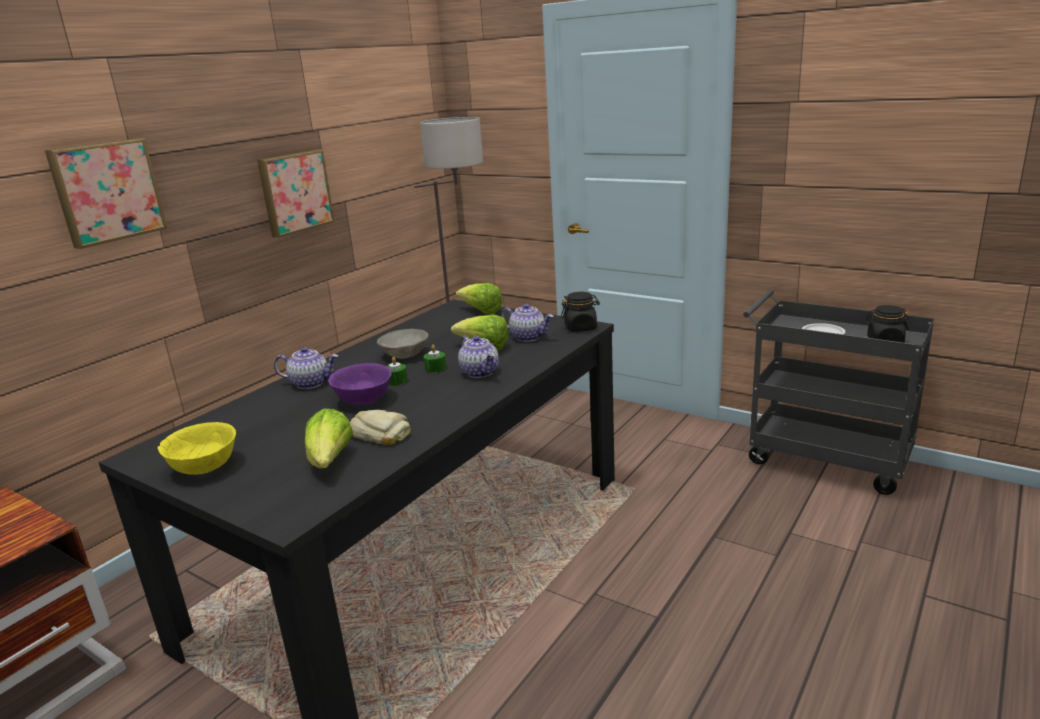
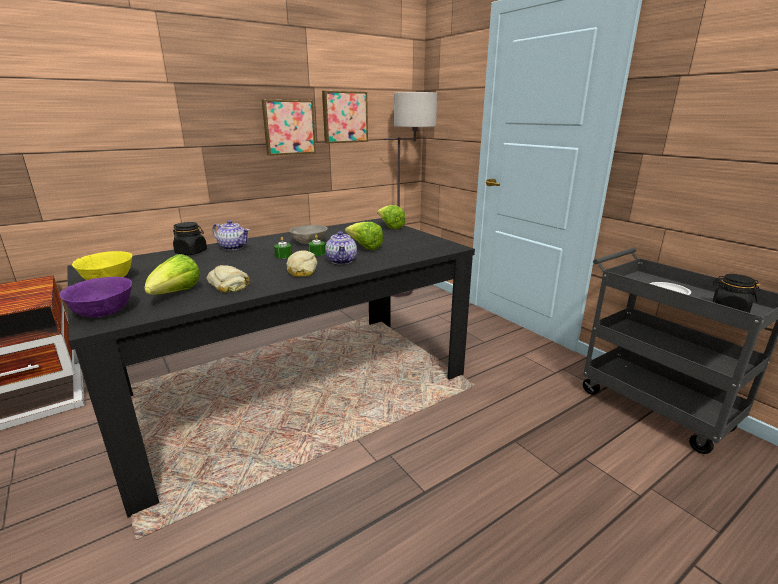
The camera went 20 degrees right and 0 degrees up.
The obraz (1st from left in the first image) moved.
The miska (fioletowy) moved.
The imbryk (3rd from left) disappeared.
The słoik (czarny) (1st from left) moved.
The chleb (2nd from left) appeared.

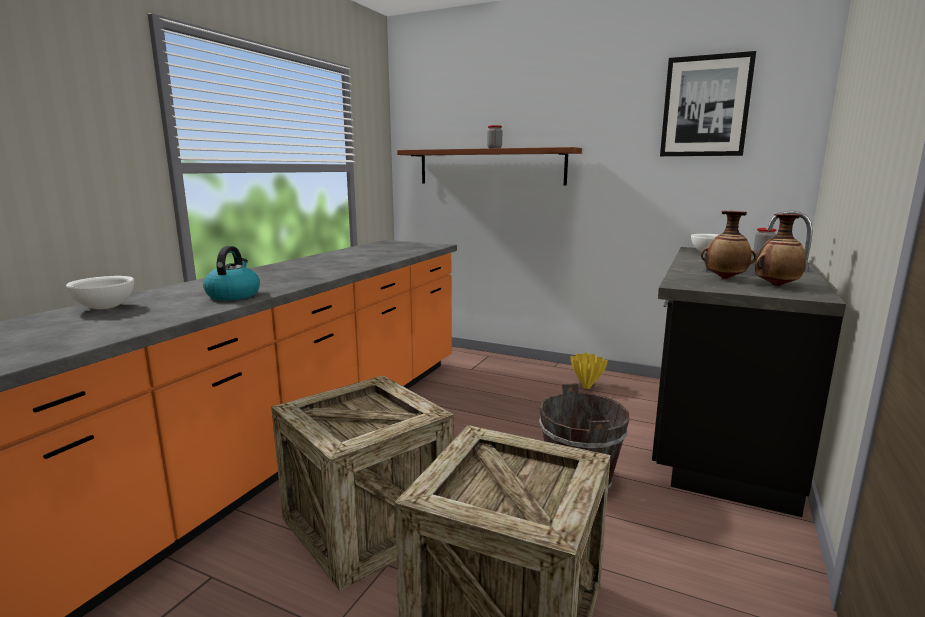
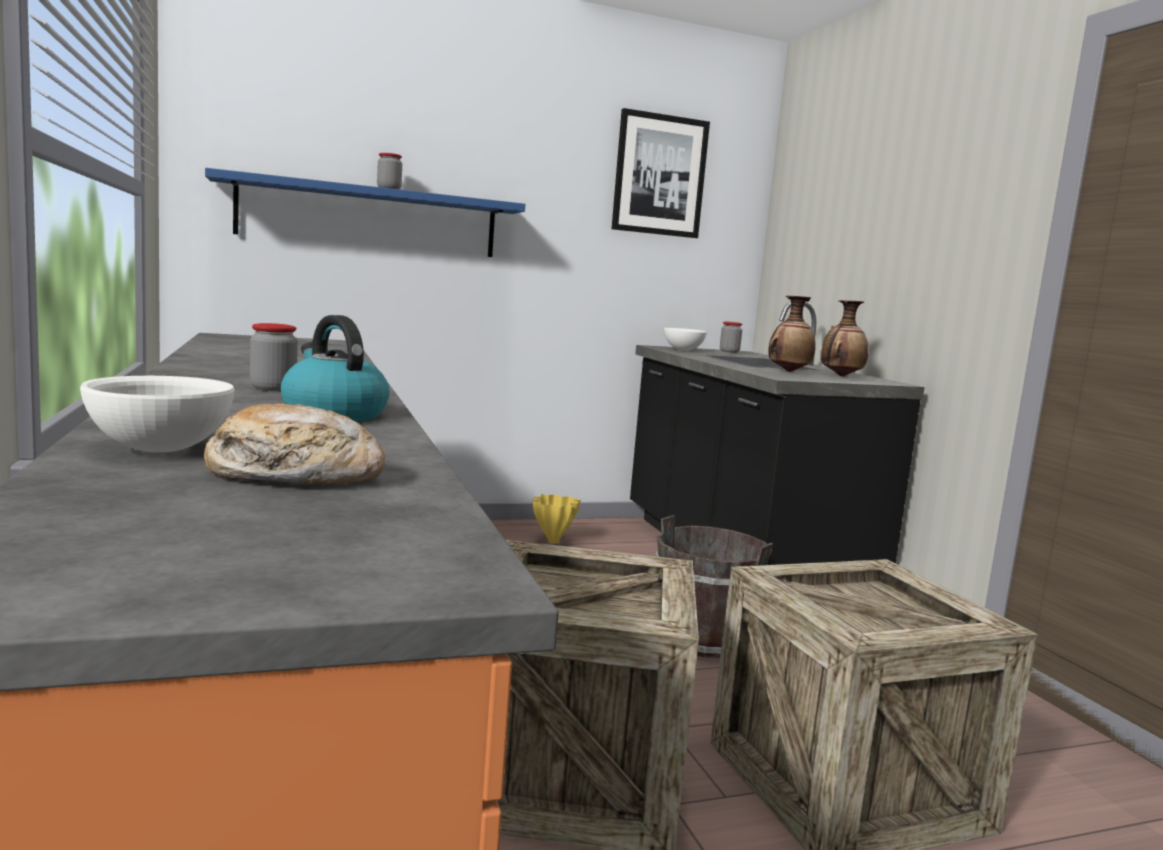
The camera went 45 degrees left and 5 degrees down.
The półka (brązowy) became the półka (niebieski).
The chleb appeared.
The słoik (1st from left) appeared.

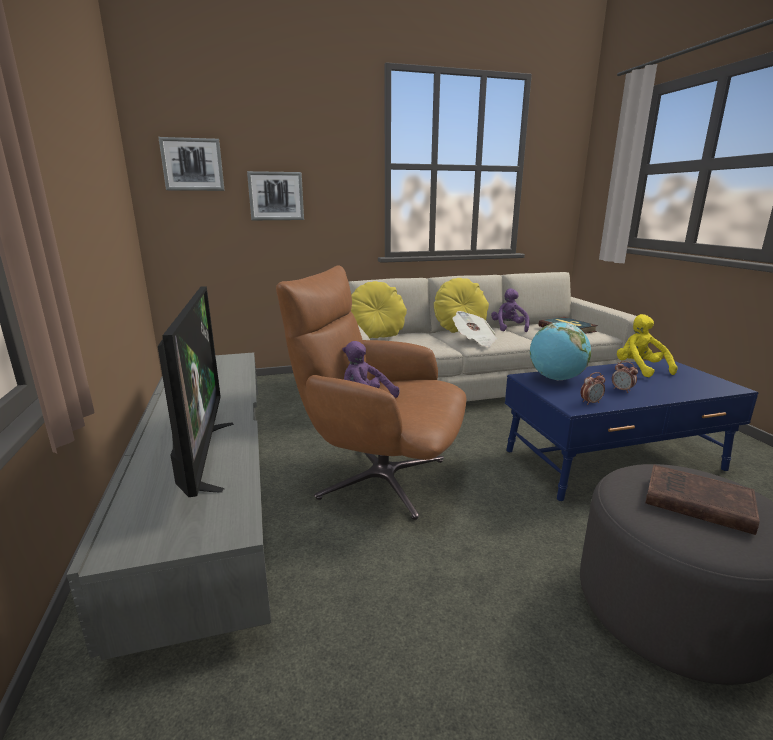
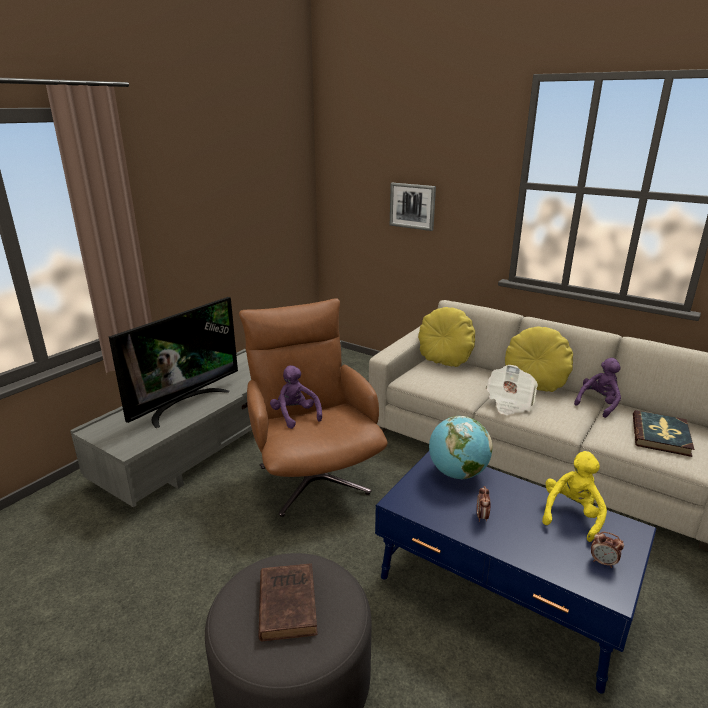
The camera went 50 degrees right and 5 degrees up.
The obraz (1st from left) disappeared.
The budzik (1st from left in the first image) moved.

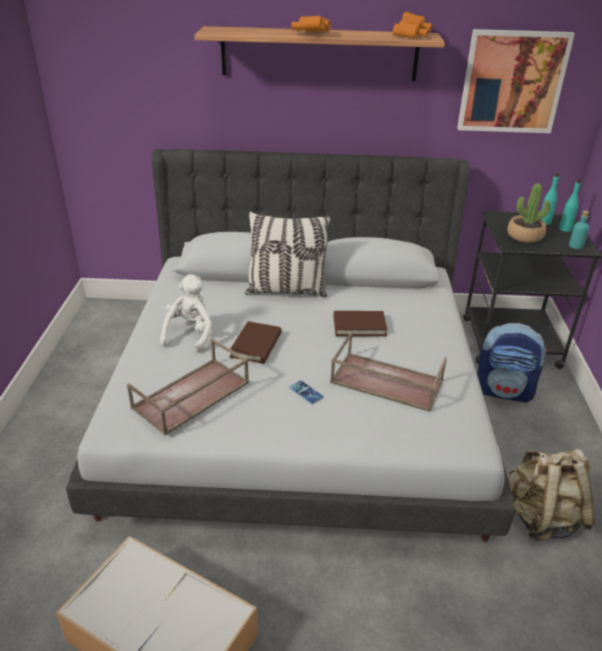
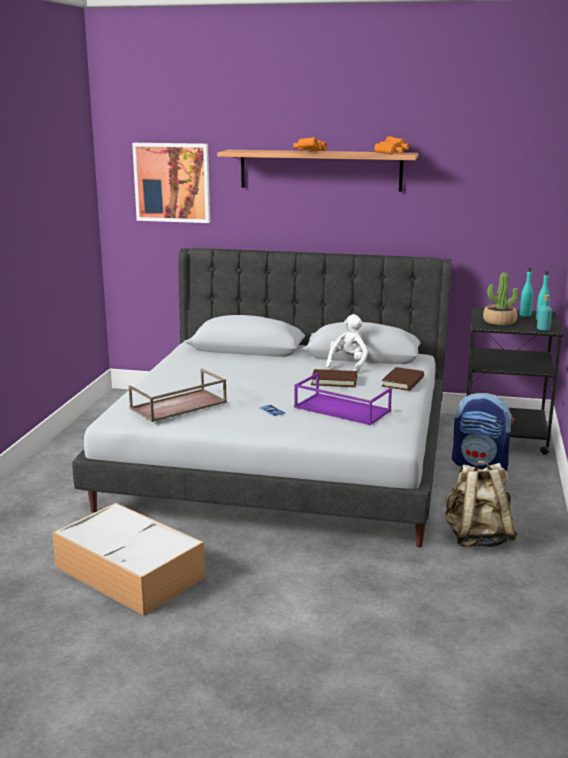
The camera went 10 degrees right and 15 degrees down.
The pluszak (biały) moved.
The książka (brązowy) (1st from left in the first image) moved.
The poduszka disappeared.
The taca (brązowy) (2nd from left) became the taca (fioletowy).
The obraz moved.

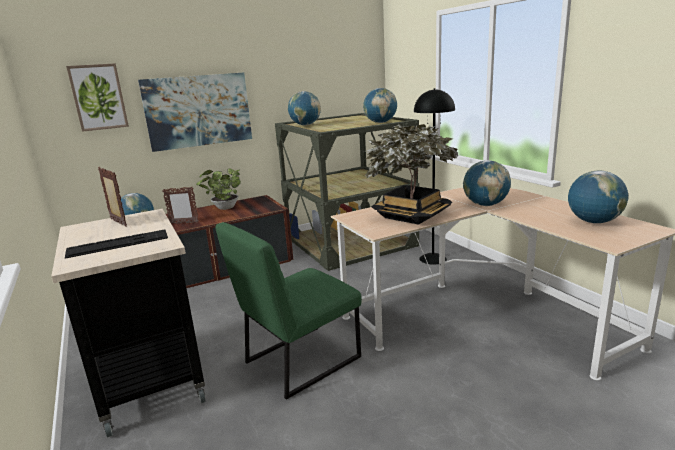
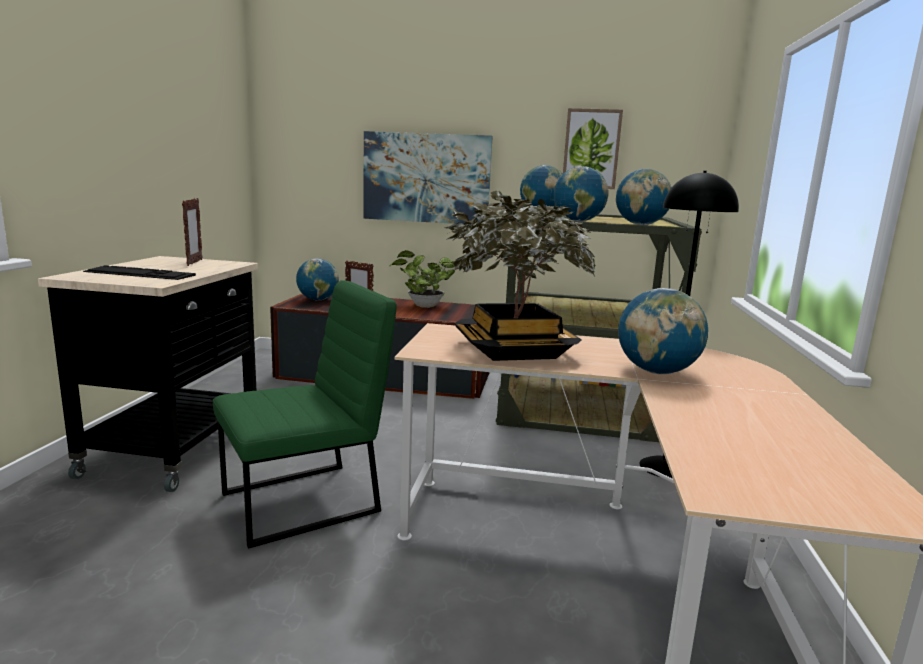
The camera went 35 degrees right and 5 degrees down.
The obraz (1st from left in the first image) moved.
The krzesło (zielony) turned 150 degrees clockwise.
The globus (5th from left in the first image) moved.

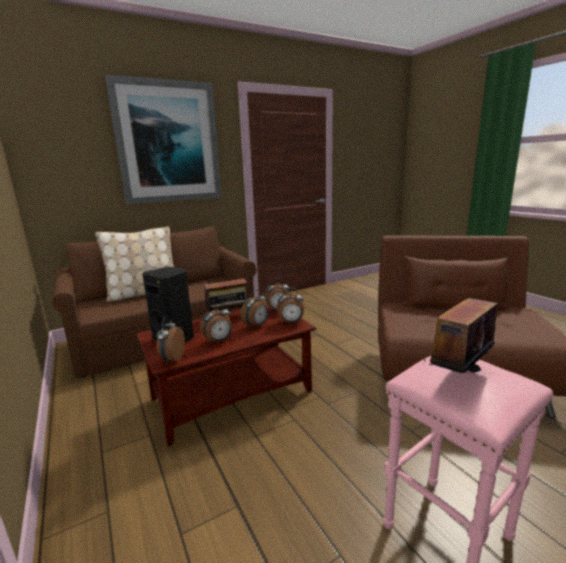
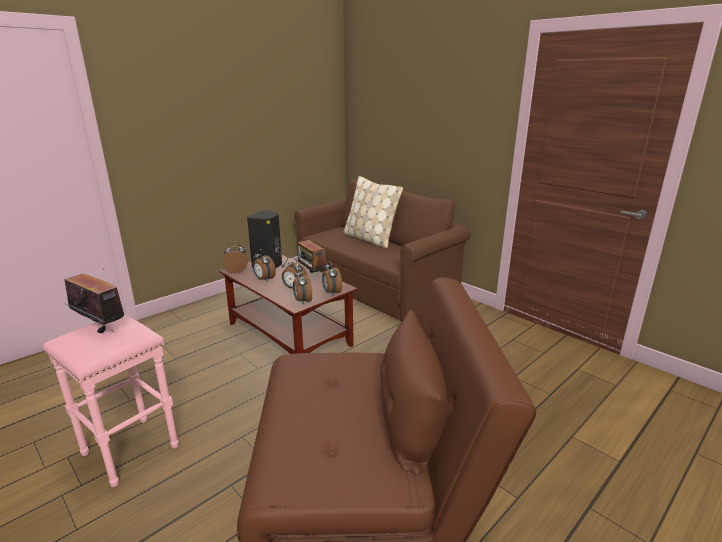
The camera went 75 degrees right and 5 degrees up.
The obraz disappeared.

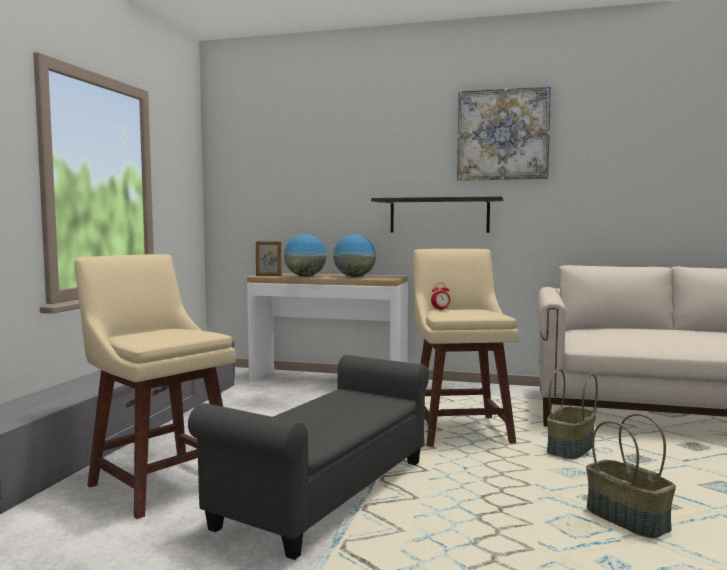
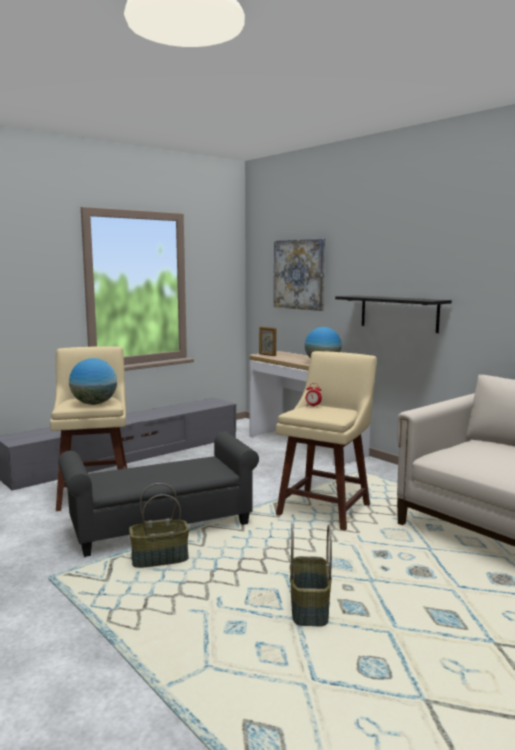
The camera went 35 degrees right and 5 degrees up.
The globus (1st from left) moved.
The obraz moved.
The koszyk (1st from left) moved.

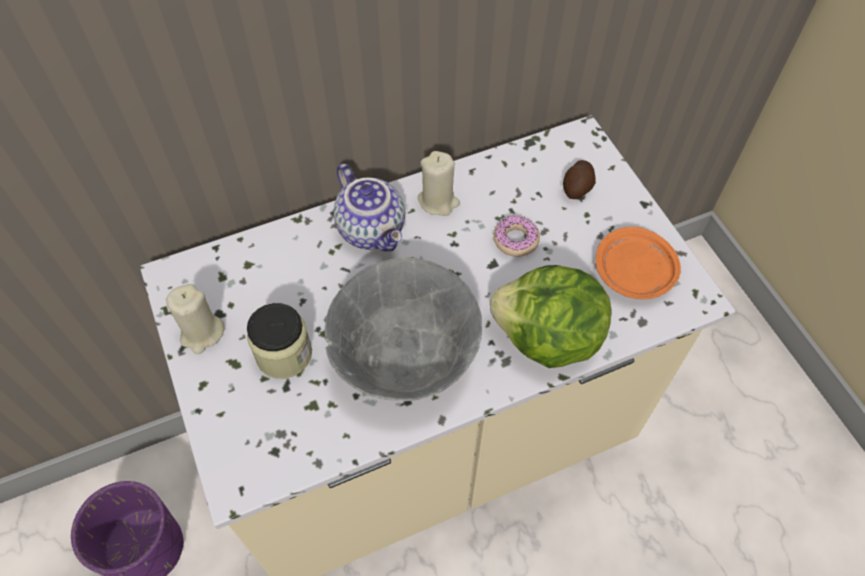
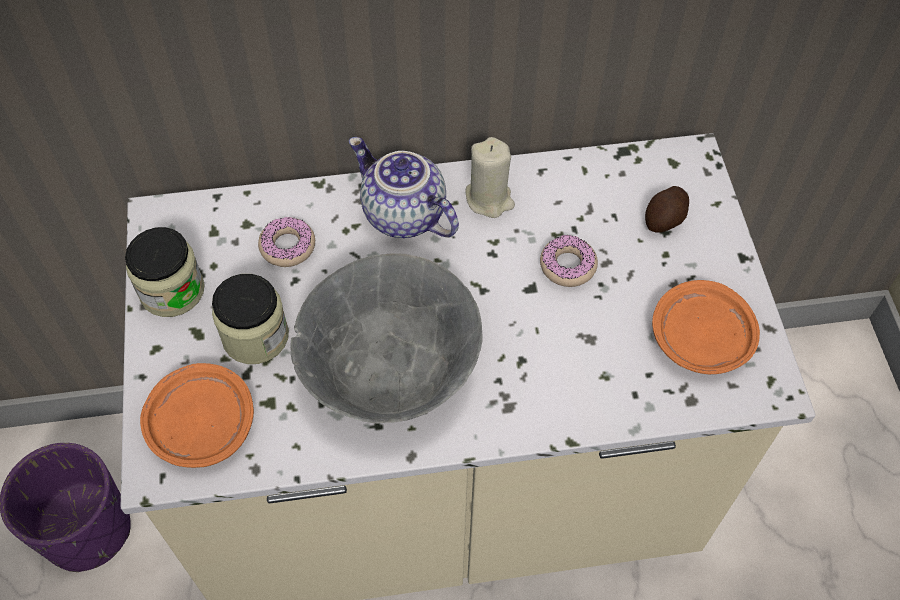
The camera went 15 degrees right and 0 degrees up.
The świeca (beżowy) (1st from left) was replaced by the słoik (1st from left).
The imbryk turned 150 degrees clockwise.
The sałata disappeared.
The talerz (pomarańczowy) (1st from left) appeared.
The donut (1st from left) appeared.

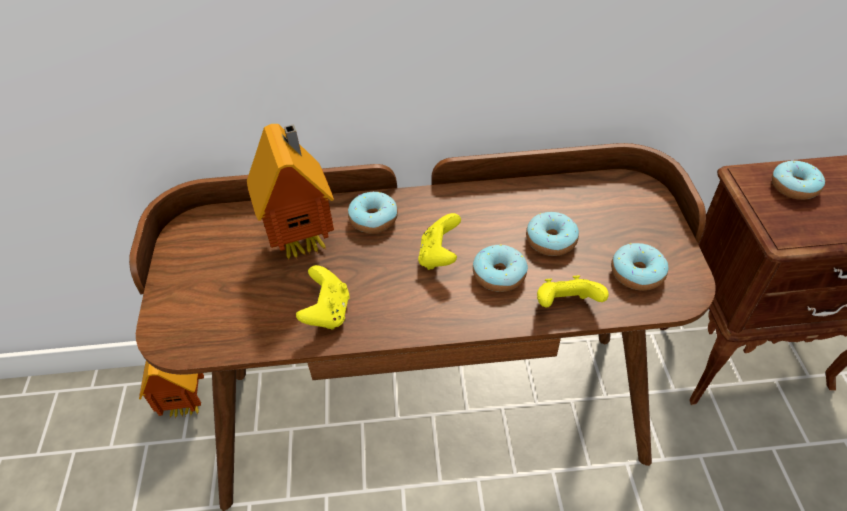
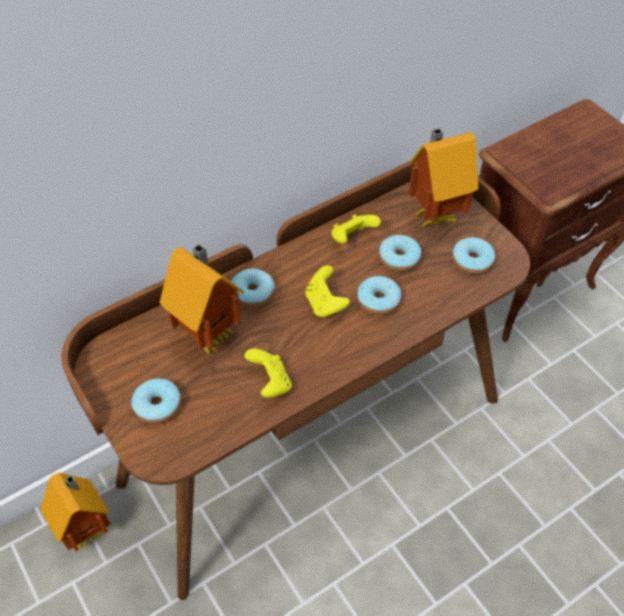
The camera went 30 degrees left and 5 degrees up.
The pad do gier (żółty) (3rd from left) moved.
The donut (5th from left in the first image) moved.
The domek (3rd from left) appeared.

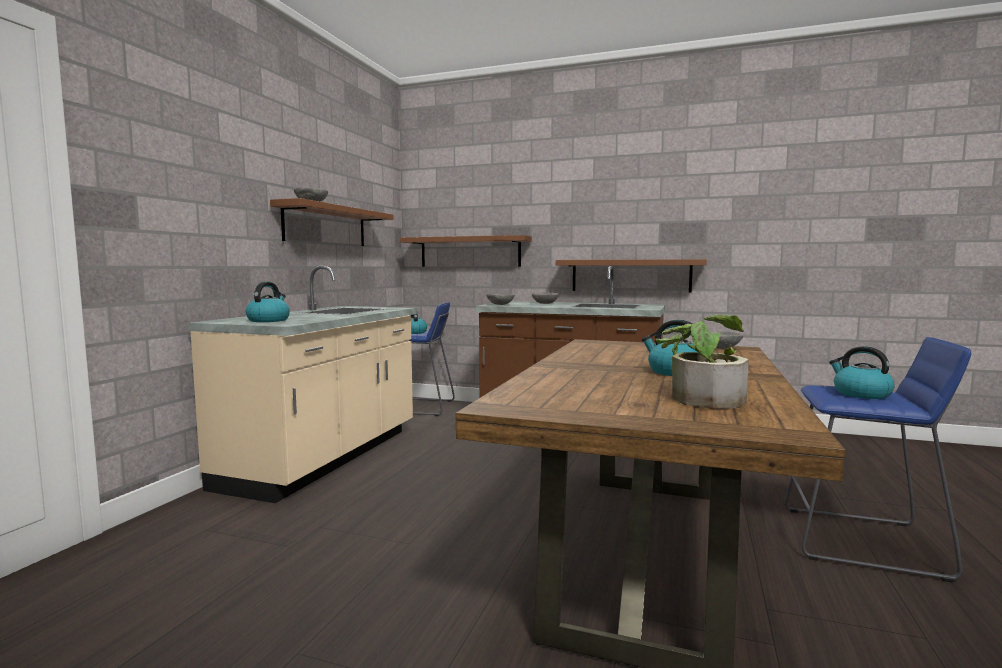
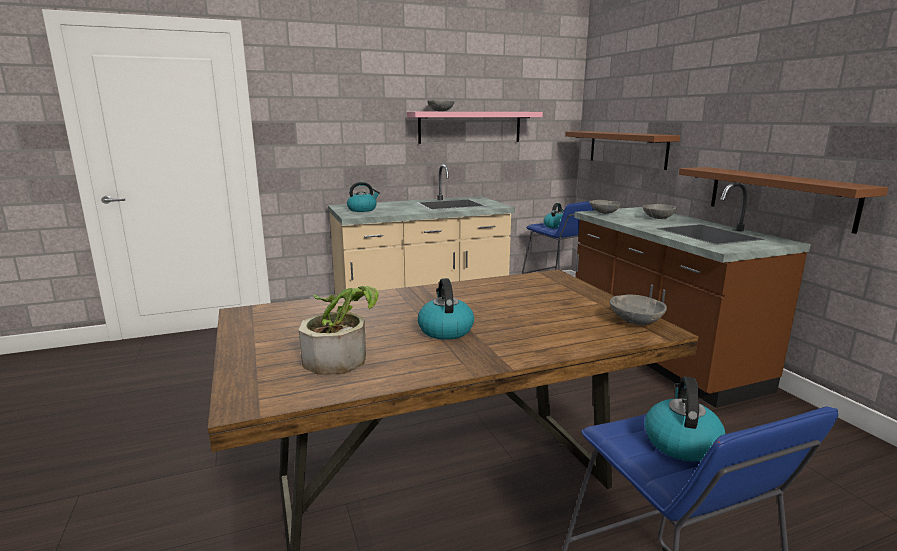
The camera went 50 degrees right and 10 degrees up.
The półka (brązowy) (1st from left) became the półka (różowy).

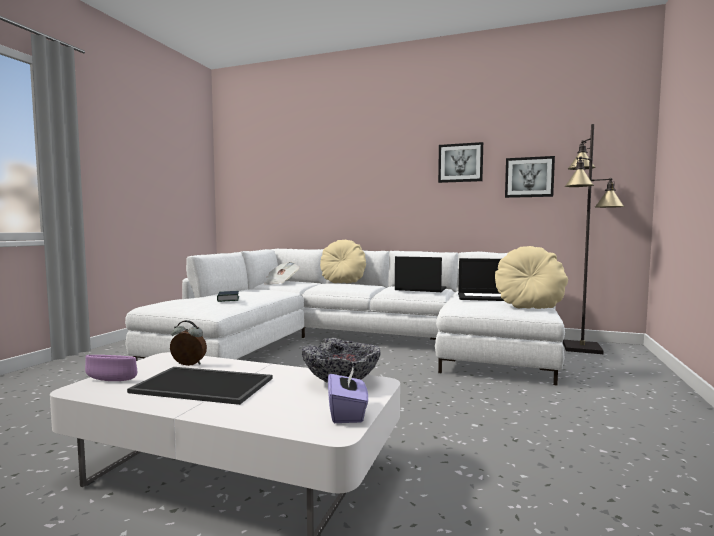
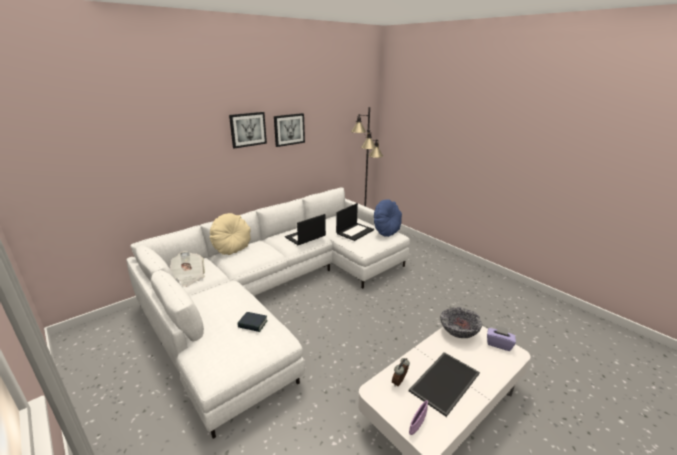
The camera went 60 degrees left and 20 degrees up.
The poduszka (beżowy) (2nd from left) became the poduszka (niebieski).
The obraz (2nd from left in the first image) moved.

